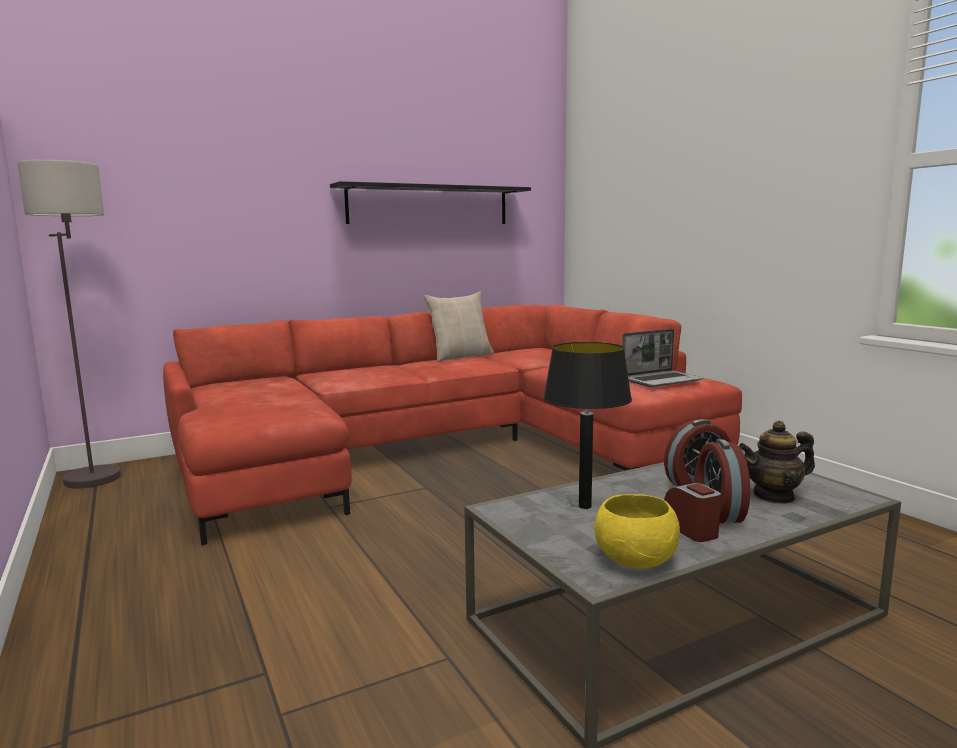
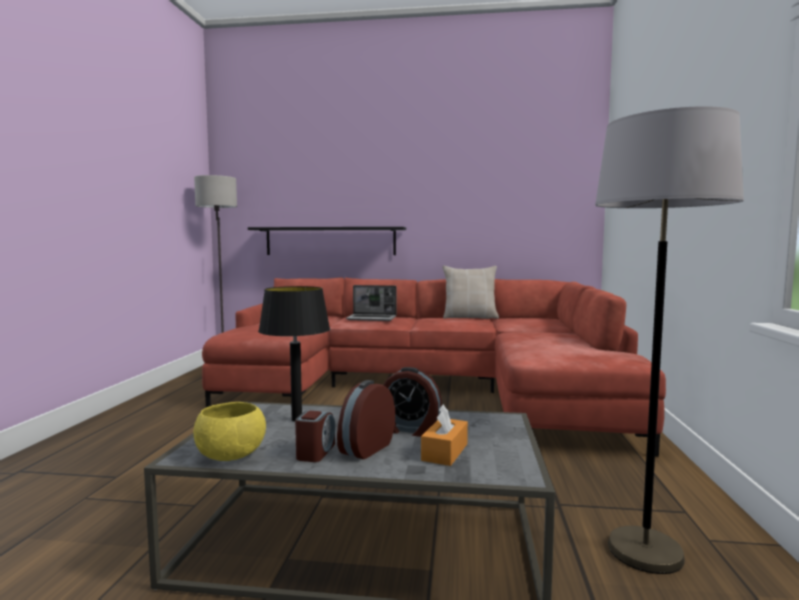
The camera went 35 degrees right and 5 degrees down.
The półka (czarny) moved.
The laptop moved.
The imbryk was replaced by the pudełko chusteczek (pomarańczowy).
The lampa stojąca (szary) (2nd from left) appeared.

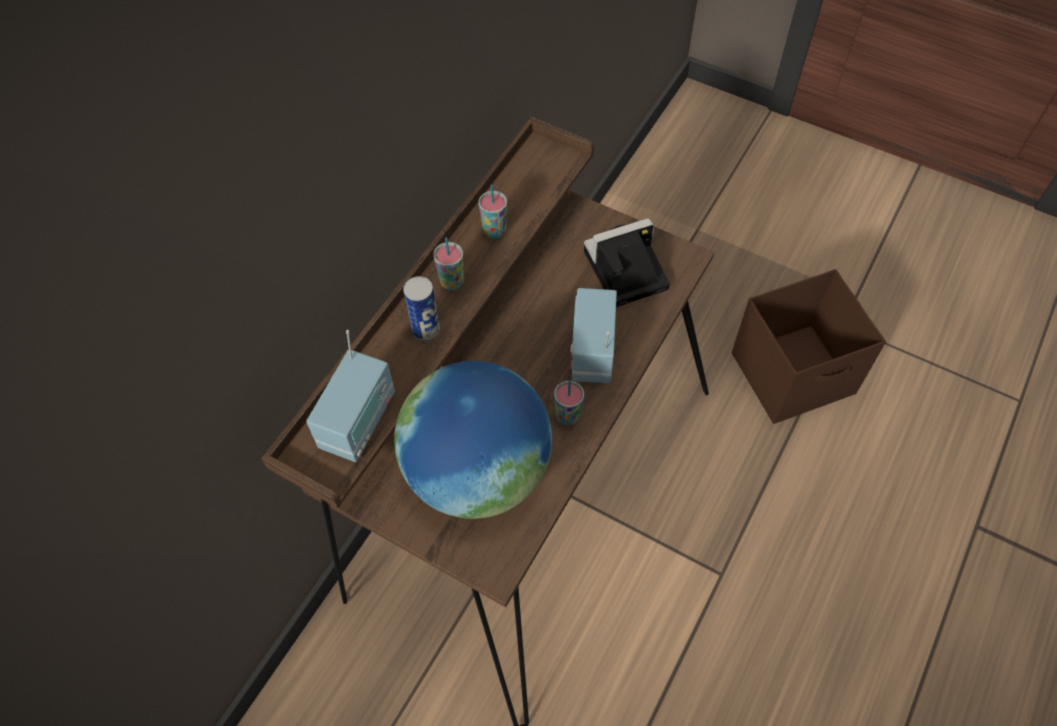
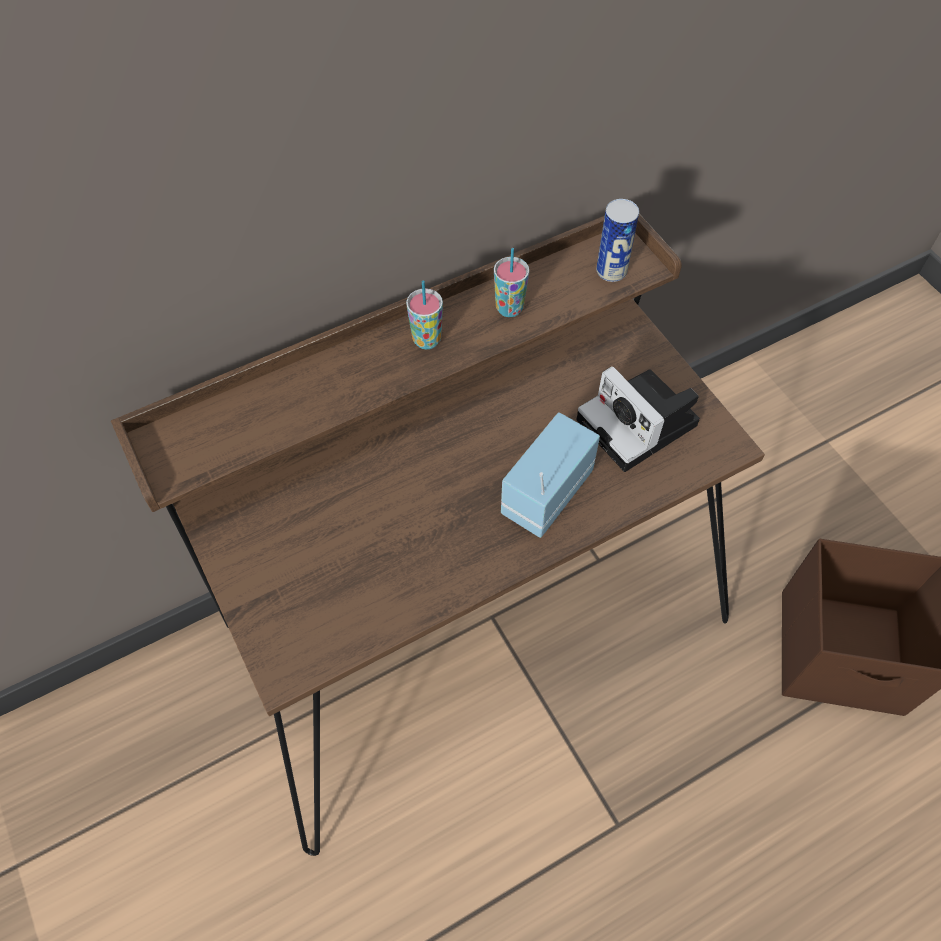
The camera went 30 degrees right and 0 degrees up.
The radio (1st from left) disappeared.
The globus disappeared.
The puszka moved.
The filiżanka (3rd from left) disappeared.
The aparat fotograficzny turned 135 degrees counterclockwise.

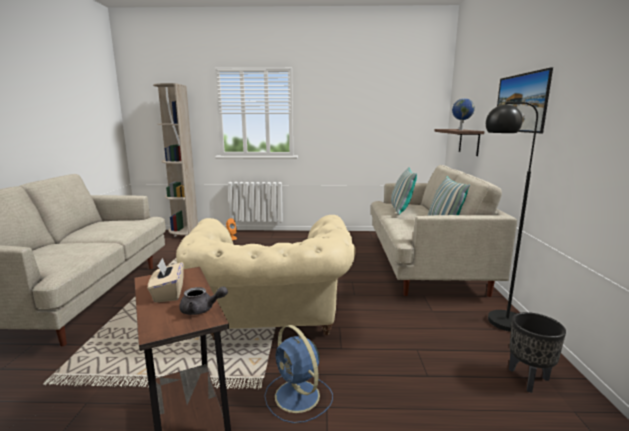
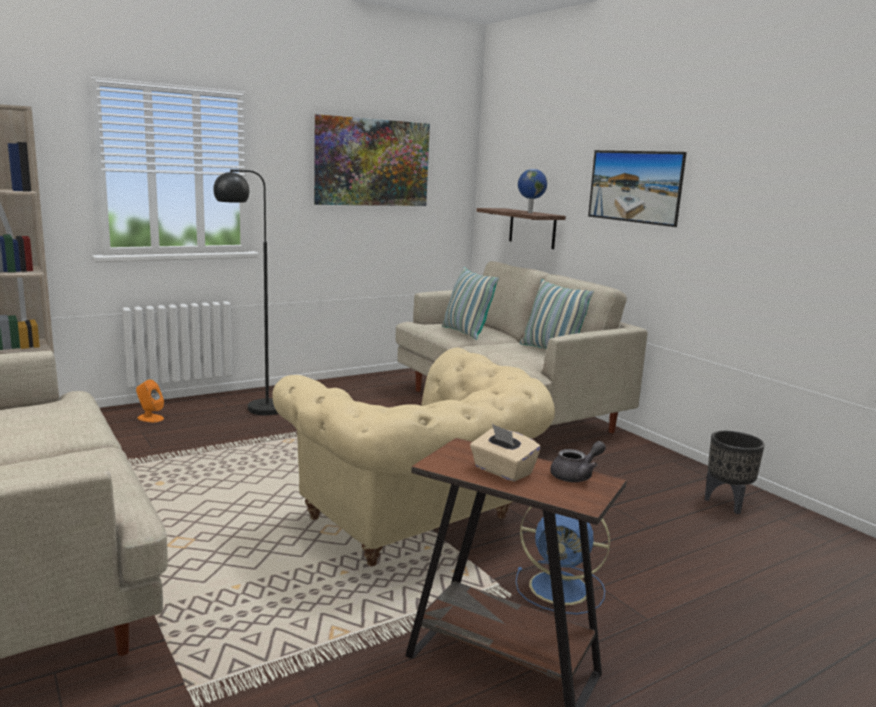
The camera went 35 degrees left and 0 degrees up.
The lampa stojąca (czarny) moved.
The obraz (1st from left) appeared.

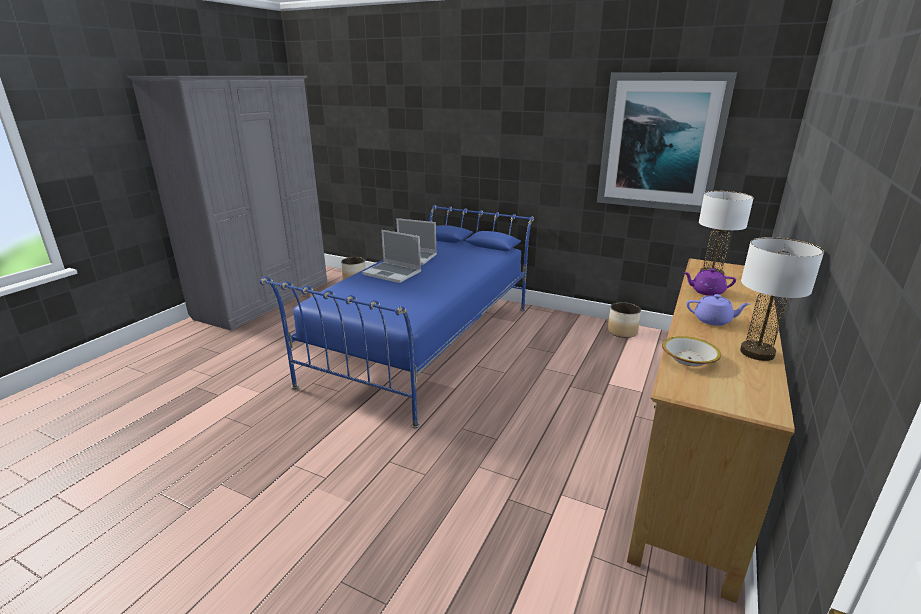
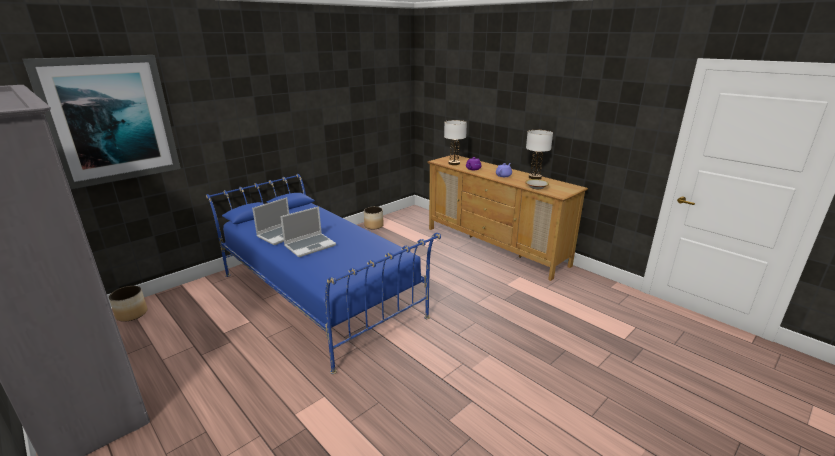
The camera went 70 degrees left and 0 degrees up.
The obraz moved.

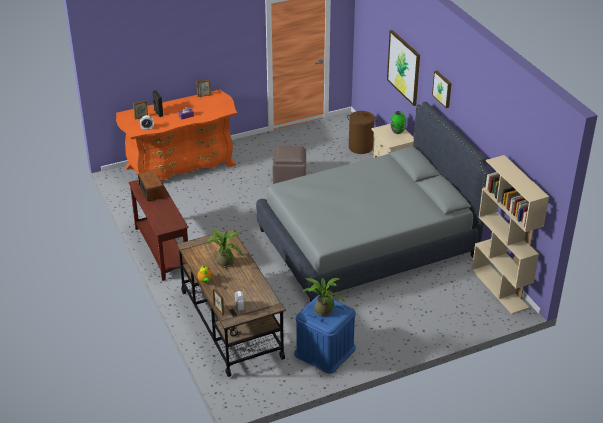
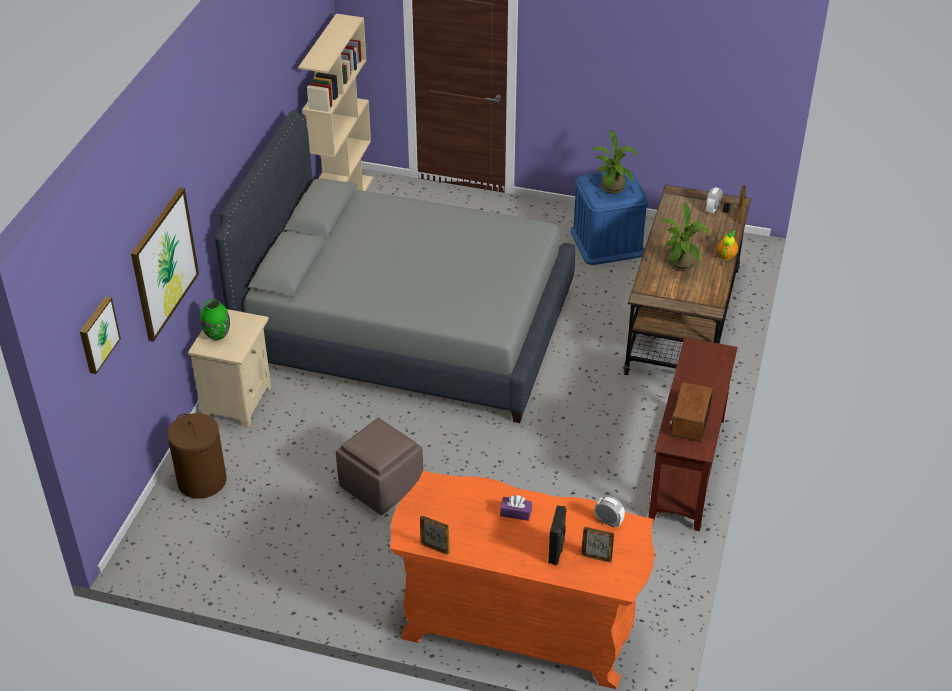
The camera went 140 degrees left and 5 degrees up.
The obraz (2nd from left in the first image) moved.

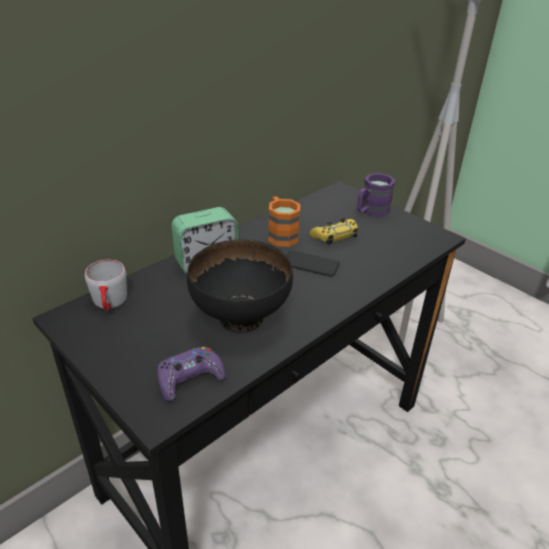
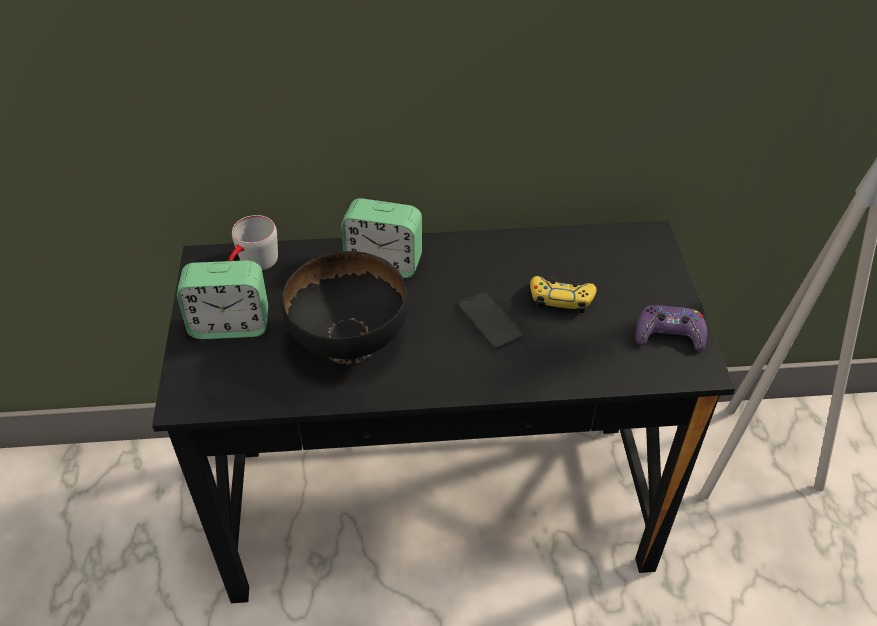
The camera went 40 degrees right and 10 degrees up.
The pad do gier (fioletowy) moved.
The kubek (pomarańczowy) disappeared.
The kubek (fioletowy) disappeared.
The budzik (1st from left) appeared.

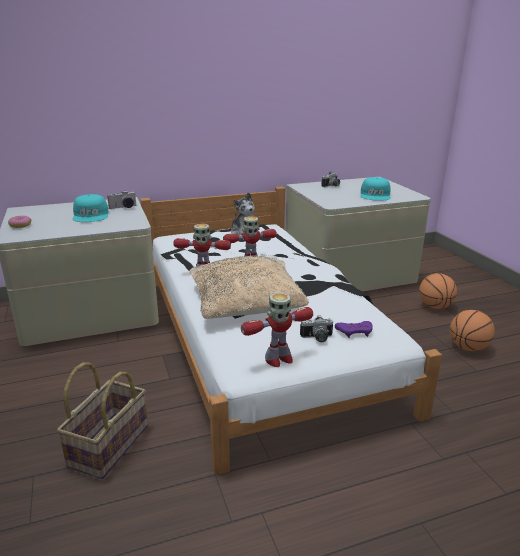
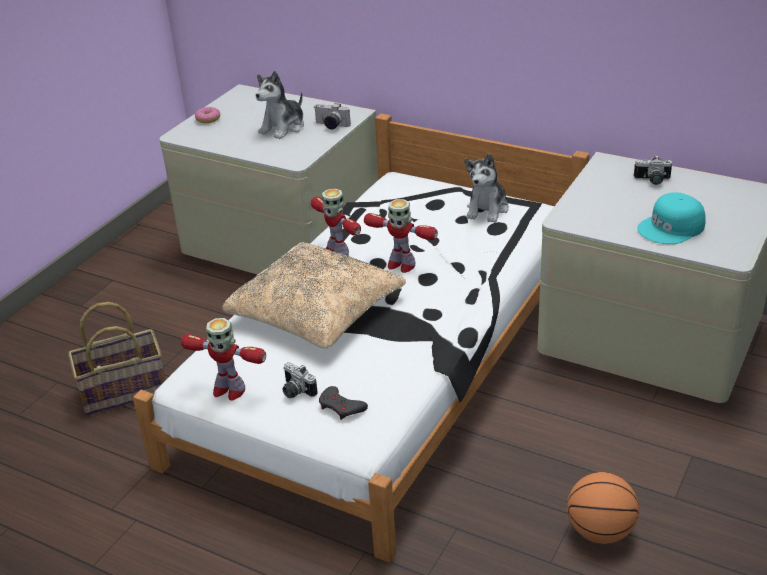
The camera went 50 degrees right and 10 degrees up.
The czapka z daszkiem (turkusowy) (1st from left) was replaced by the pluszak (1st from left).
The pad do gier (fioletowy) became the pad do gier (szary).
The piłka do koszykówki (1st from left) disappeared.

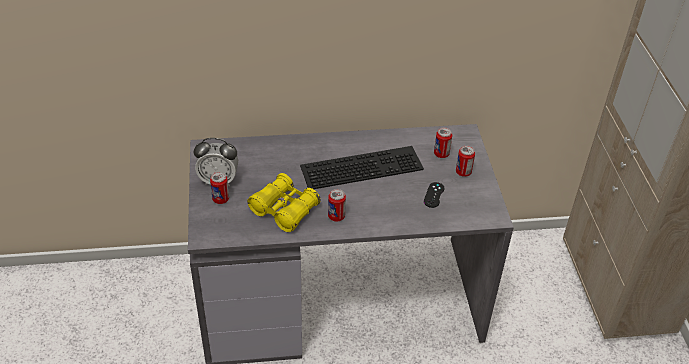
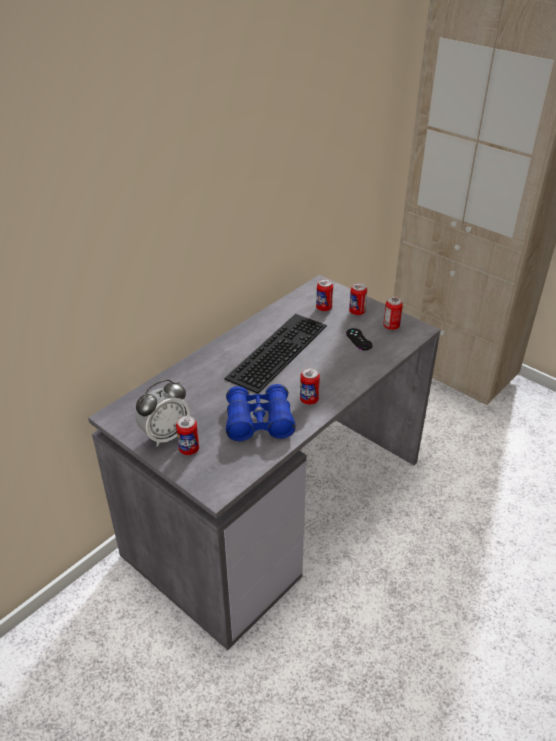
The camera went 40 degrees left and 5 degrees down.
The lornetka (żółty) became the lornetka (niebieski).
The puszka (5th from left) appeared.

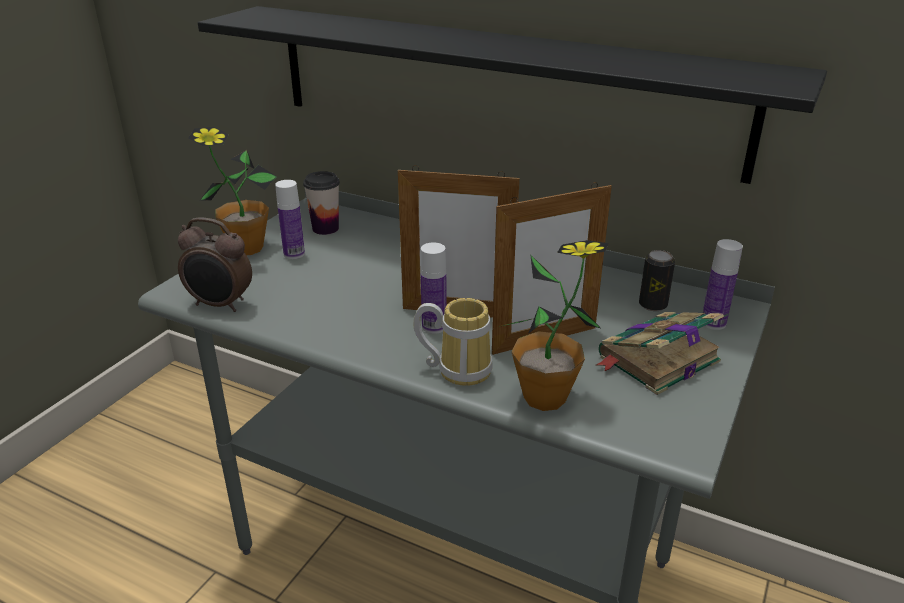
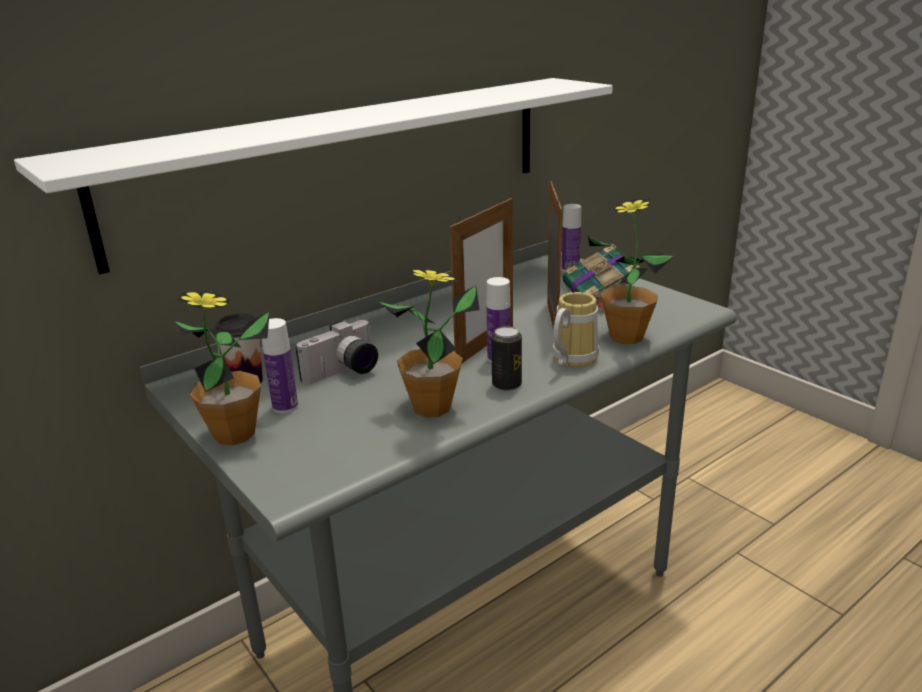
The camera went 65 degrees left and 5 degrees down.
The budzik disappeared.
The półka (czarny) became the półka (biały).
The puszka moved.
The aparat fotograficzny appeared.
The roślina doniczkowa (2nd from left) appeared.

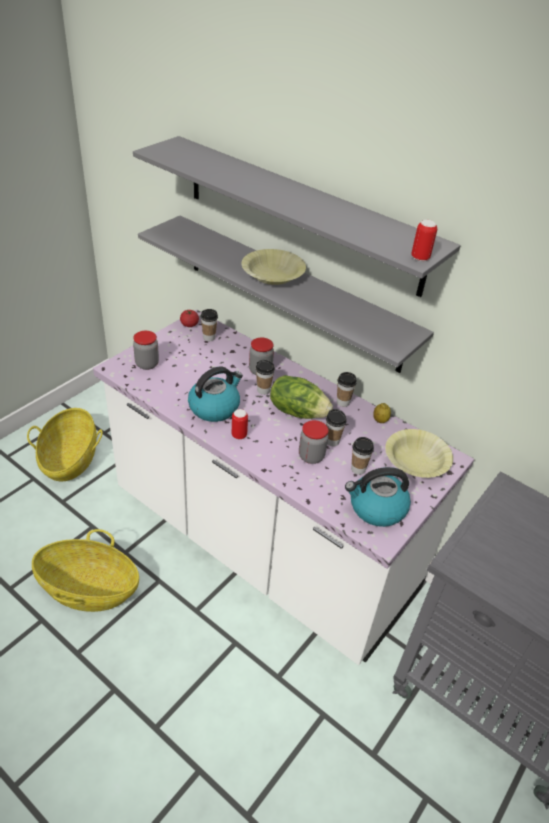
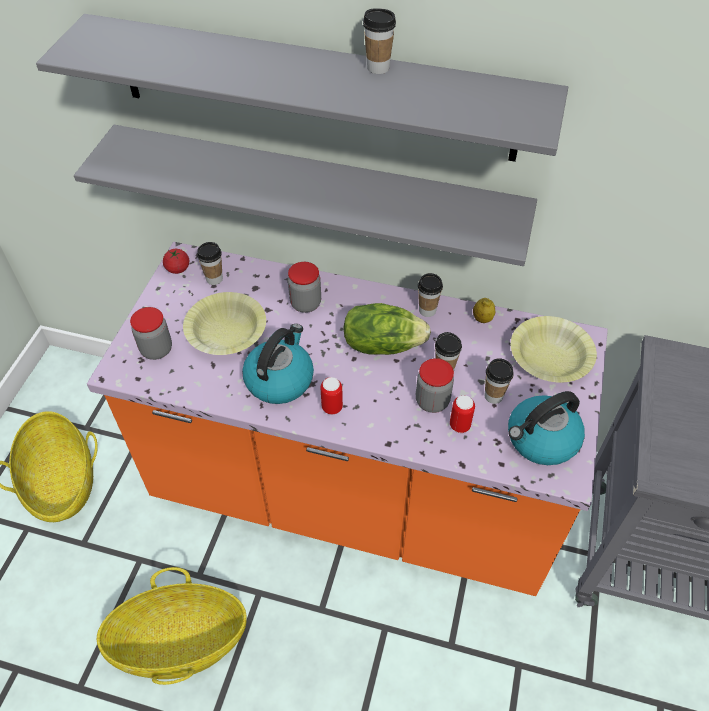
The camera went 20 degrees left and 10 degrees up.
The zabudowa kuchenna (biały) became the zabudowa kuchenna (pomarańczowy).
The miska (żółty) (1st from left) moved.
The filiżanka (2nd from left) moved.
The puszka (2nd from left) moved.

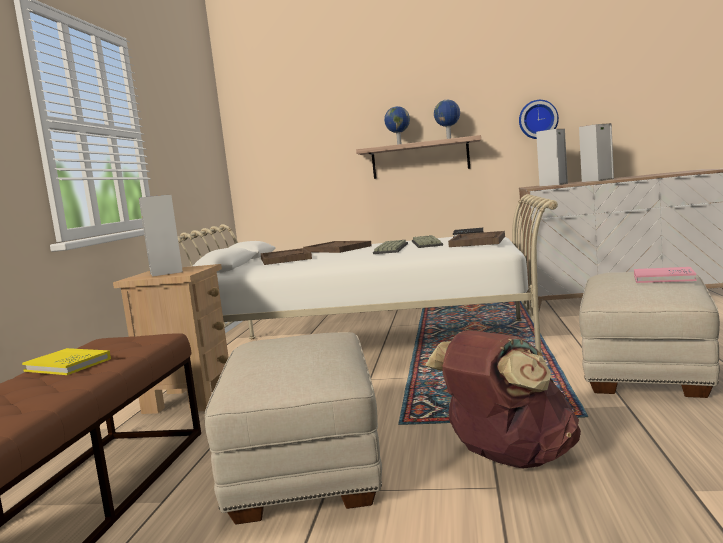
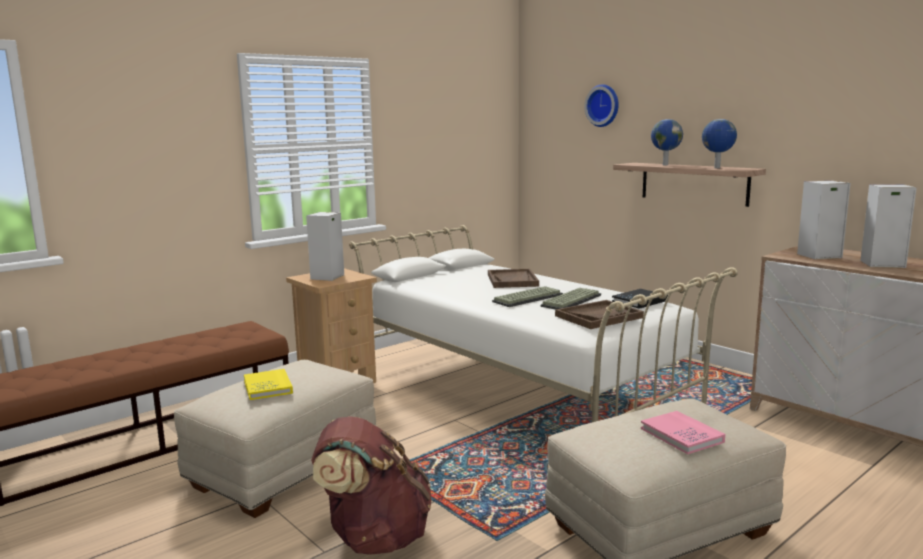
The camera went 40 degrees right and 5 degrees up.
The książka (żółty) moved.
The taca (brązowy) (1st from left) disappeared.
The zegar ścienny moved.

